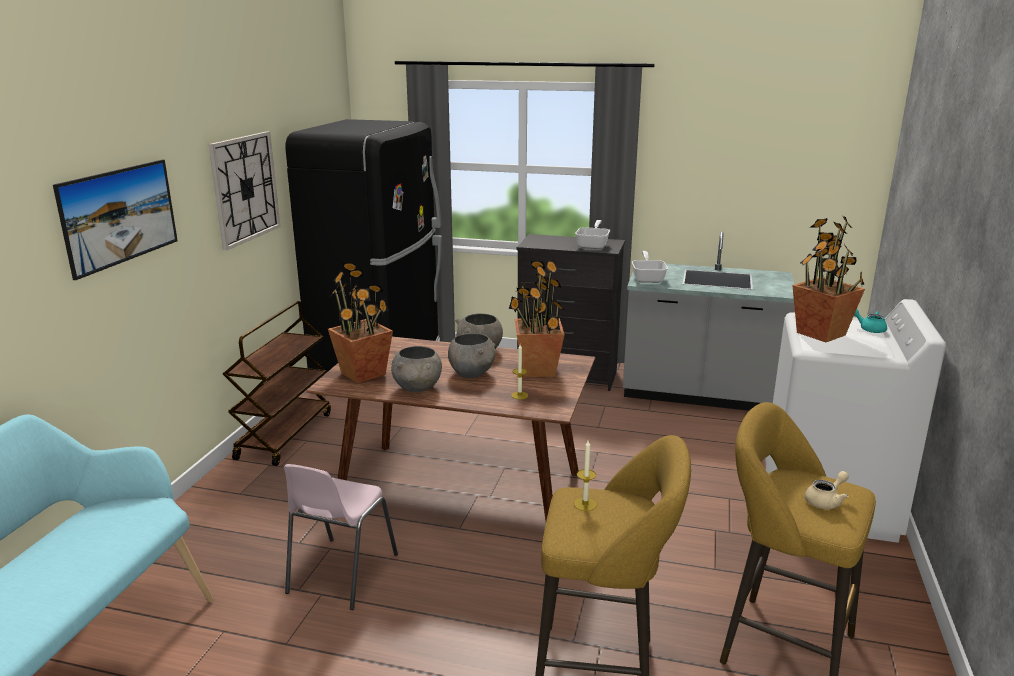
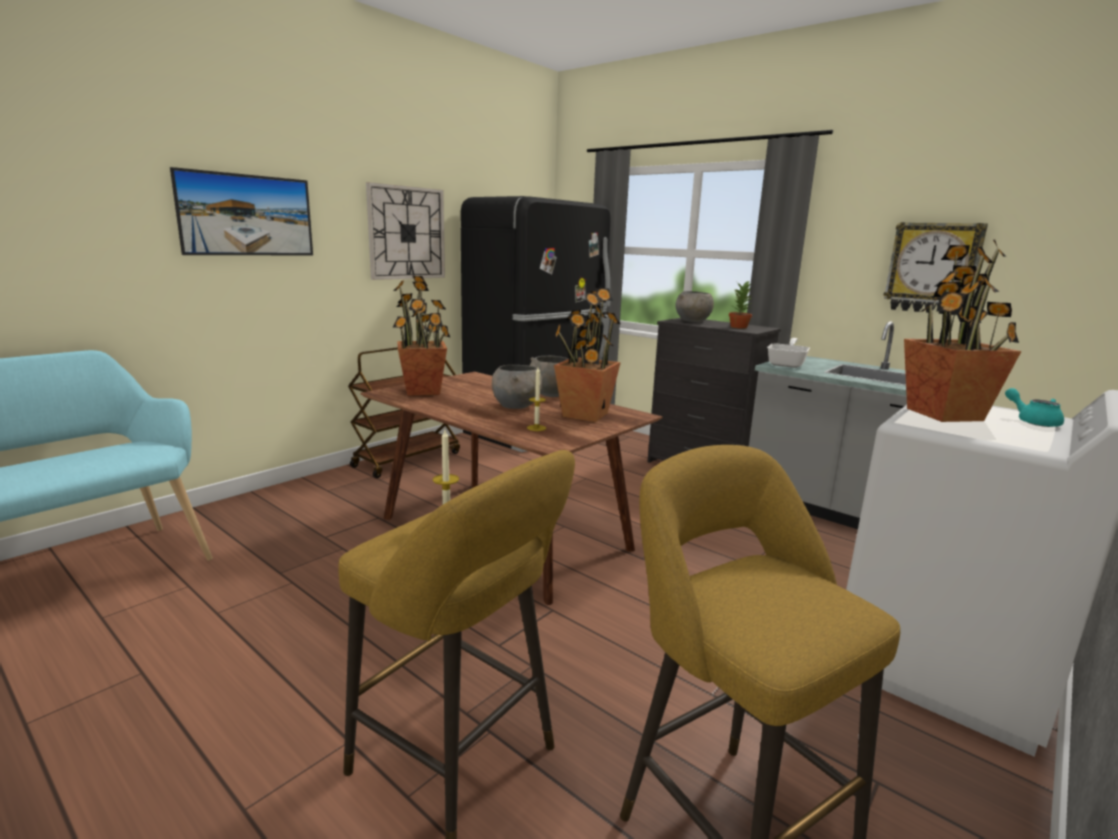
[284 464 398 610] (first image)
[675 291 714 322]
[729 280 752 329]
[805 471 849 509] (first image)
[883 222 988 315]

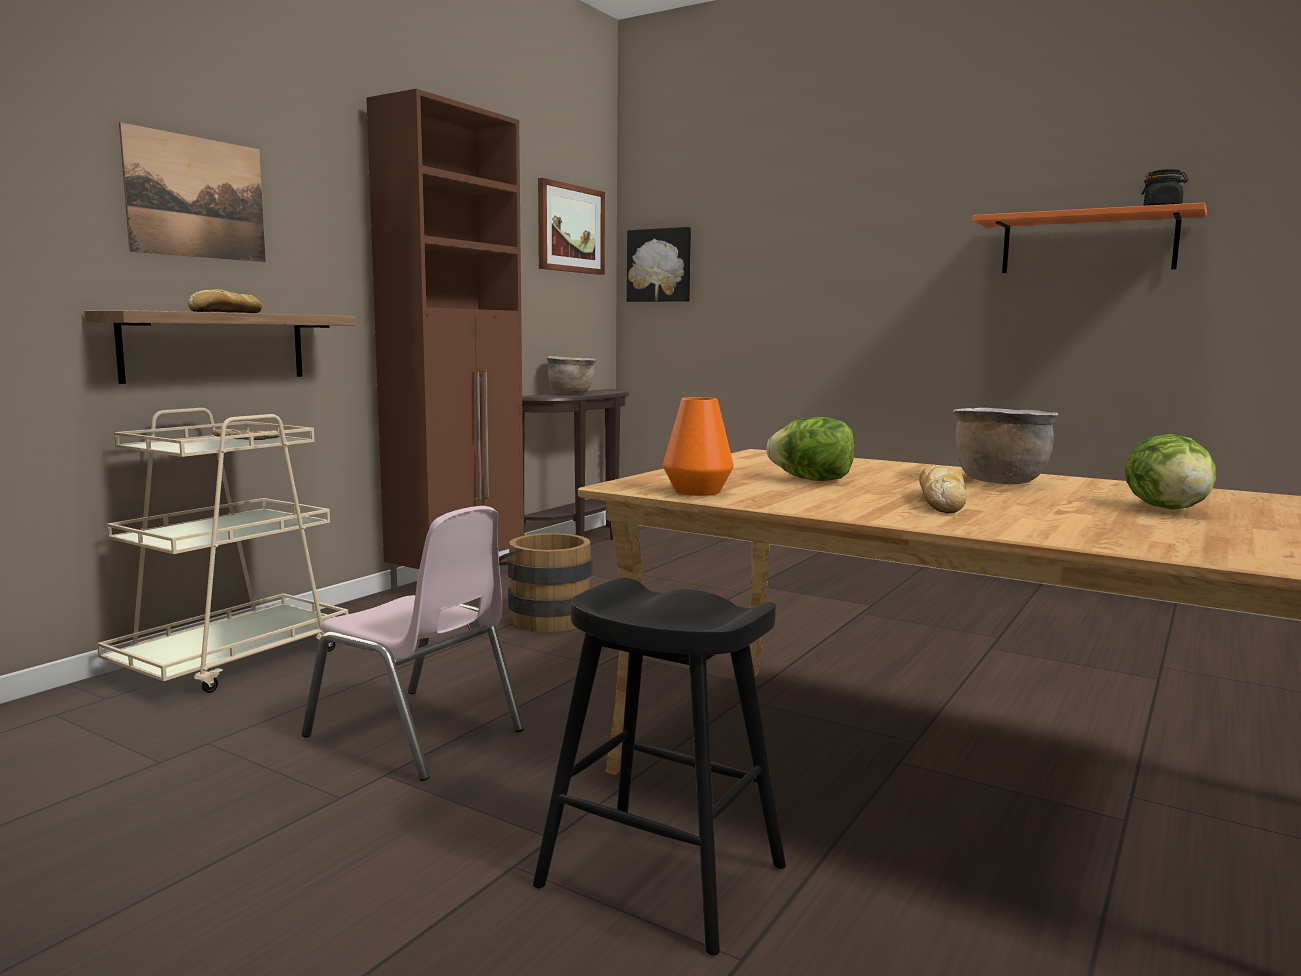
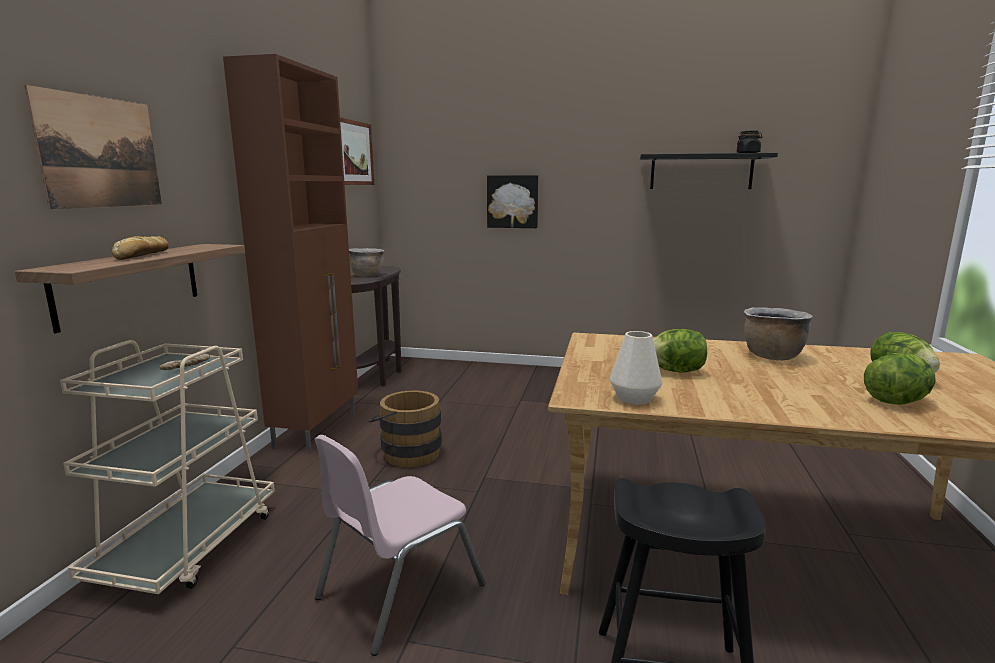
[314 435 486 656]
[487 175 539 228]
[610 331 662 405]
[919 465 966 513] (first image)
[640 153 778 189]
[864 353 935 405]

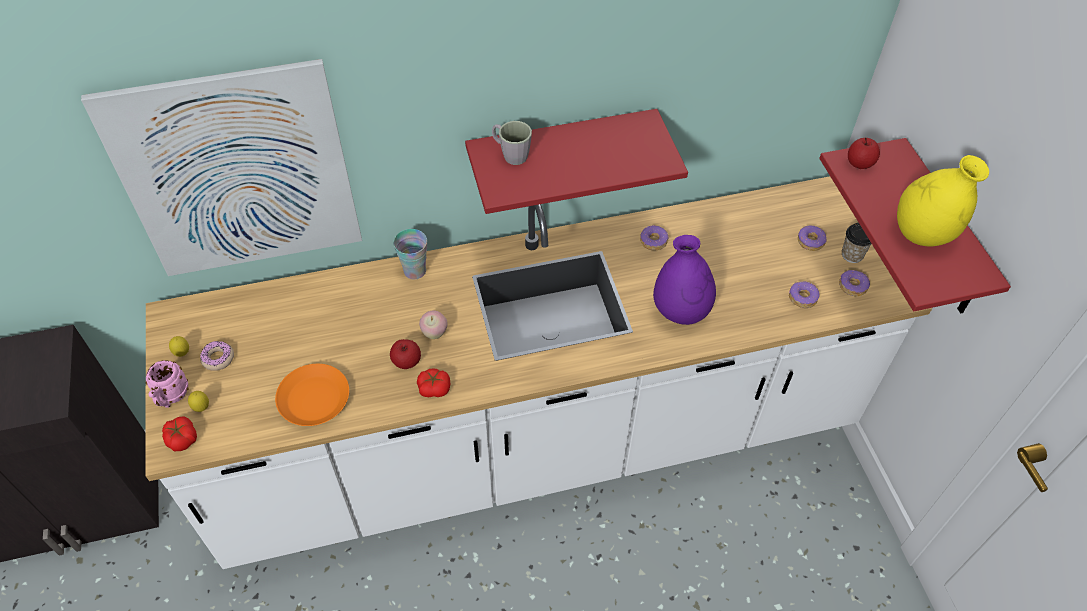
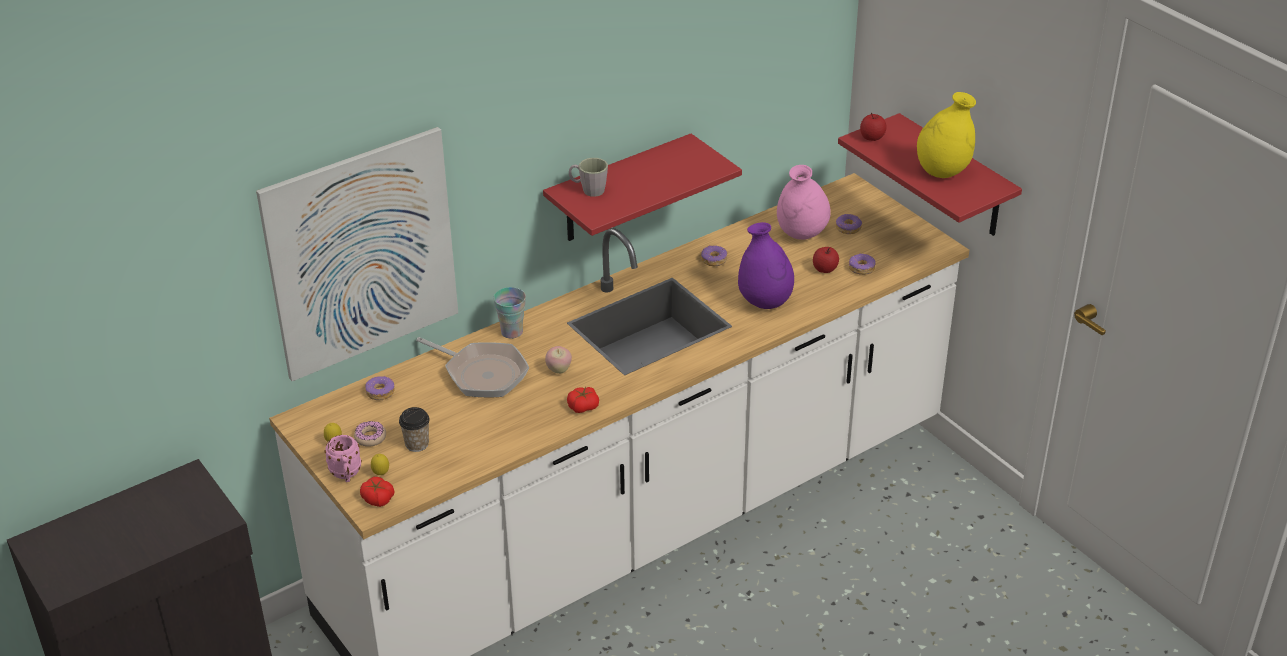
[275 364 349 426] (first image)
[813 247 839 273]
[365 376 394 400]
[399 407 430 452]
[416 337 529 397]
[777 165 831 240]

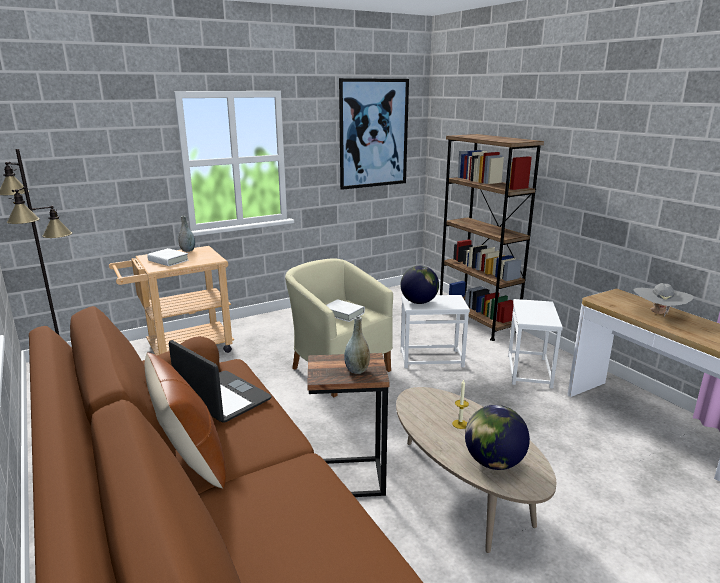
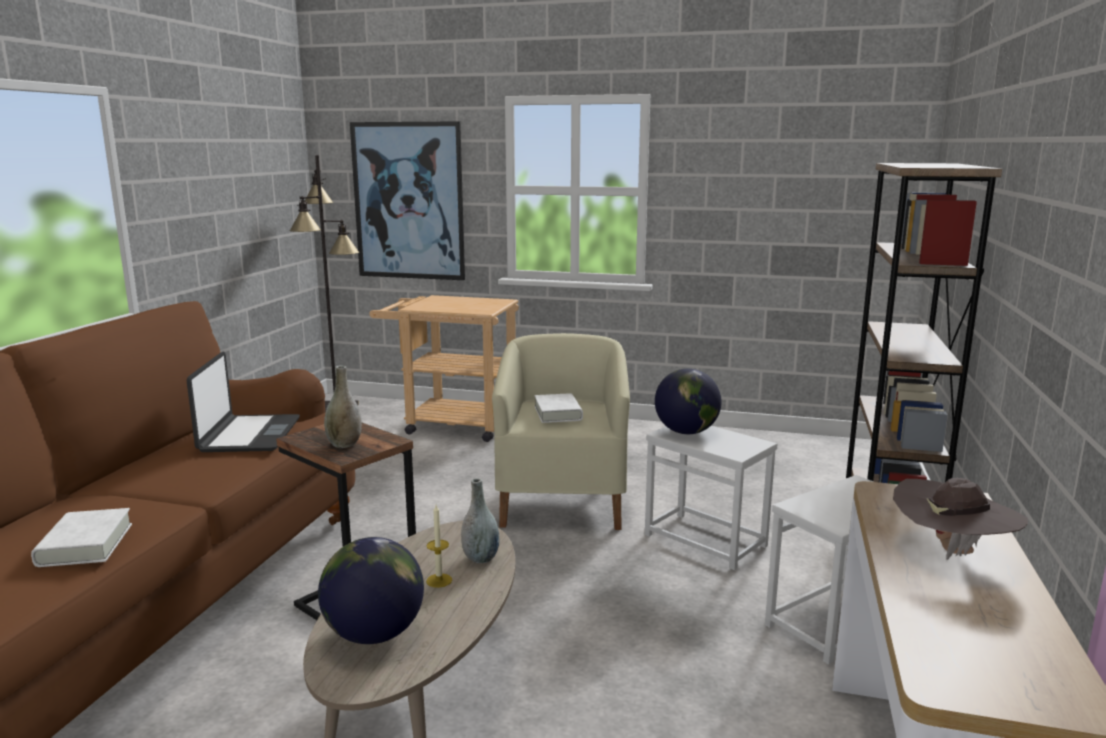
[145 352 226 489] (first image)
[31 508 132 567]
[461 478 500 563]
[350 121 465 280]
[893 478 1028 560]

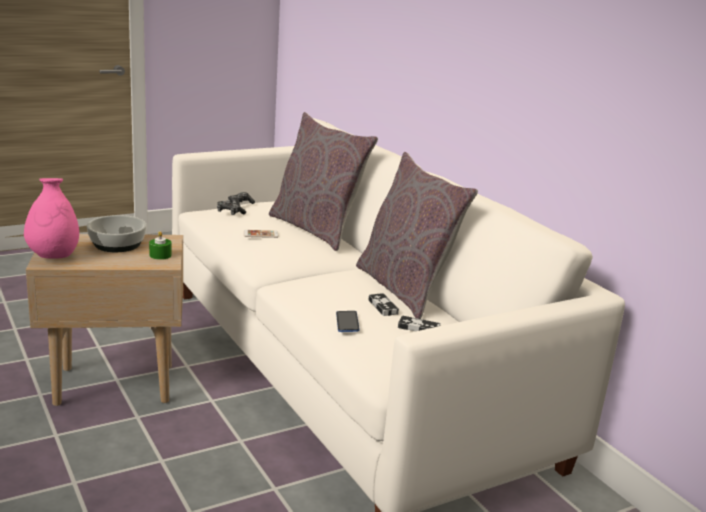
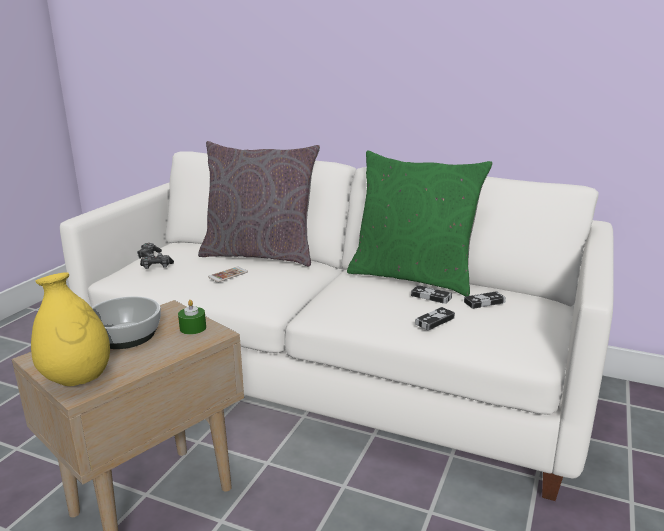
[31 272 110 386]
[415 307 455 330]
[347 150 492 296]

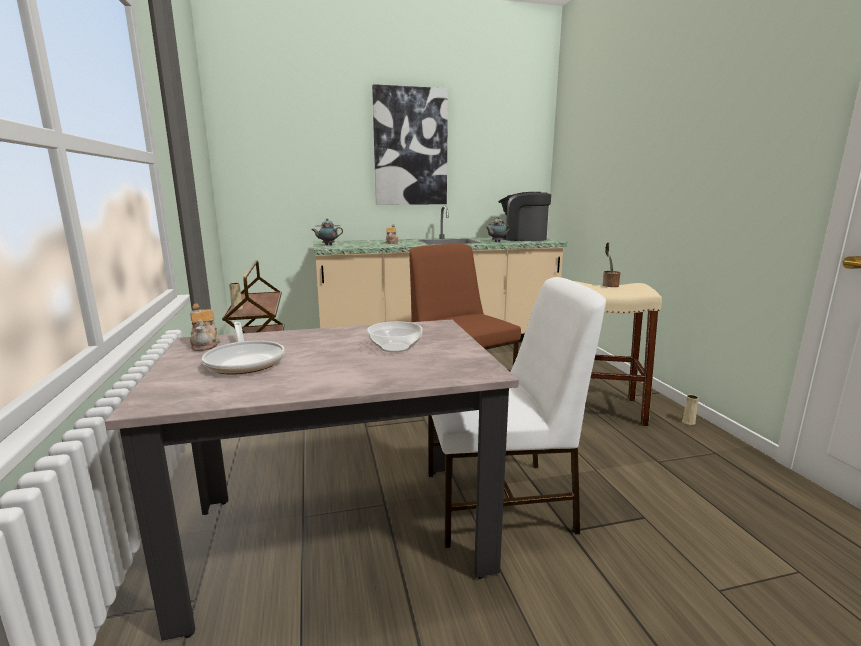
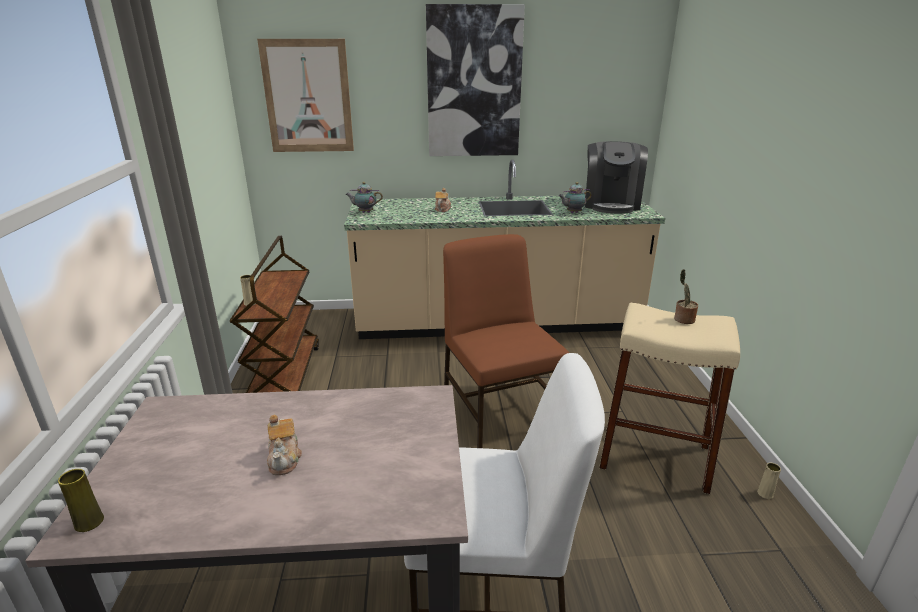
[267 414 302 475]
[202 322 285 375] (first image)
[367 321 423 352] (first image)
[585 141 648 214]
[58 469 104 532]
[257 39 354 152]

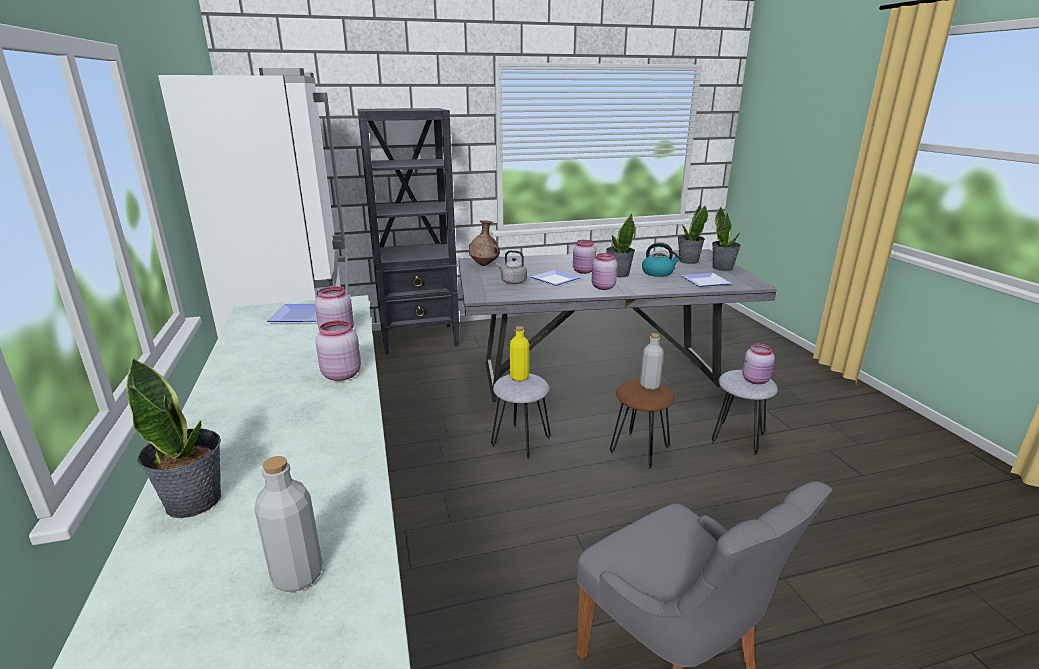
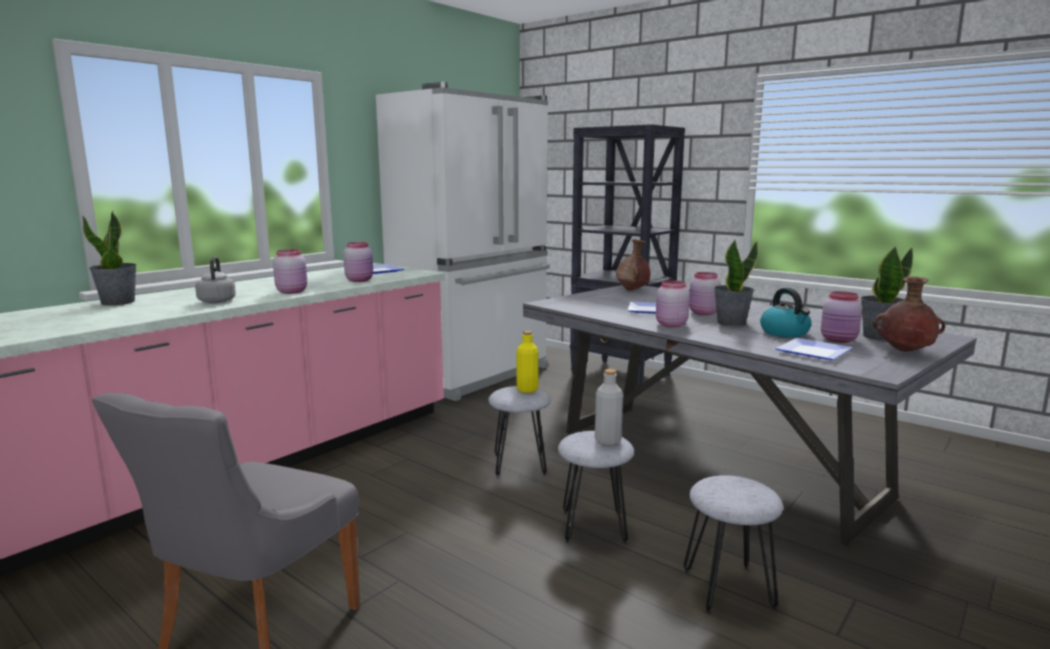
[254 456 322 592] (first image)
[195 257 236 303]
[558 431 634 544]
[873 276 945 352]
[821 291 862 343]

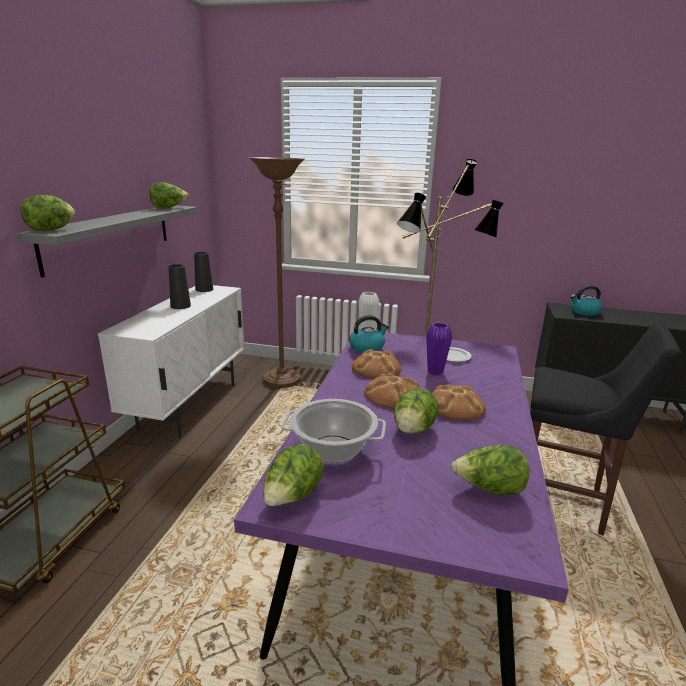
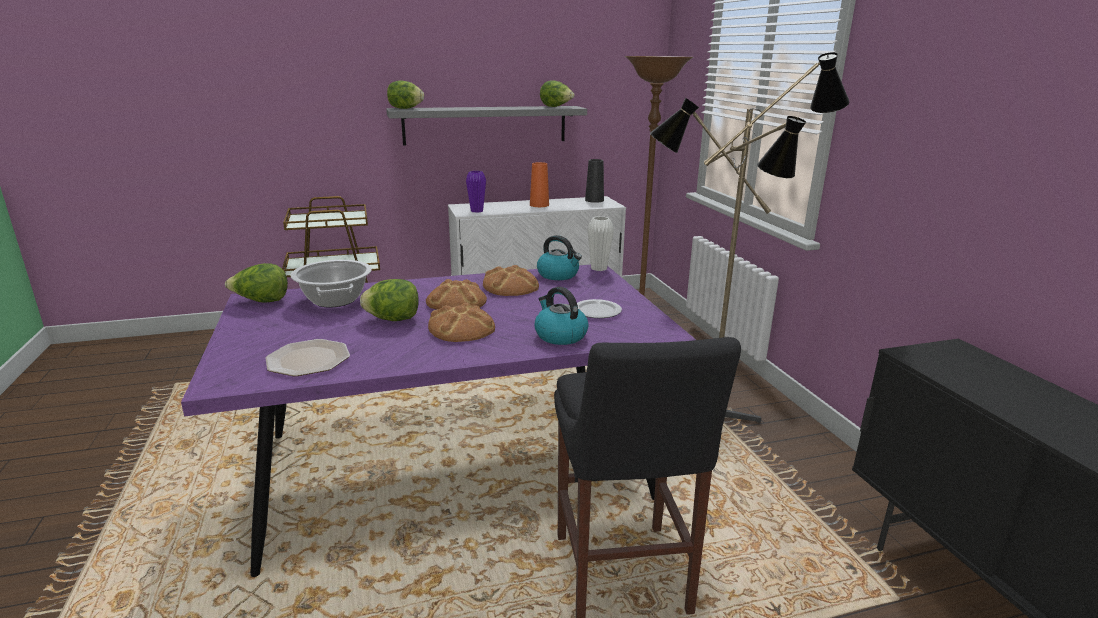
[530 162 549 207]
[466 171 486 213]
[266 339 350 376]
[535 287 588 345]

